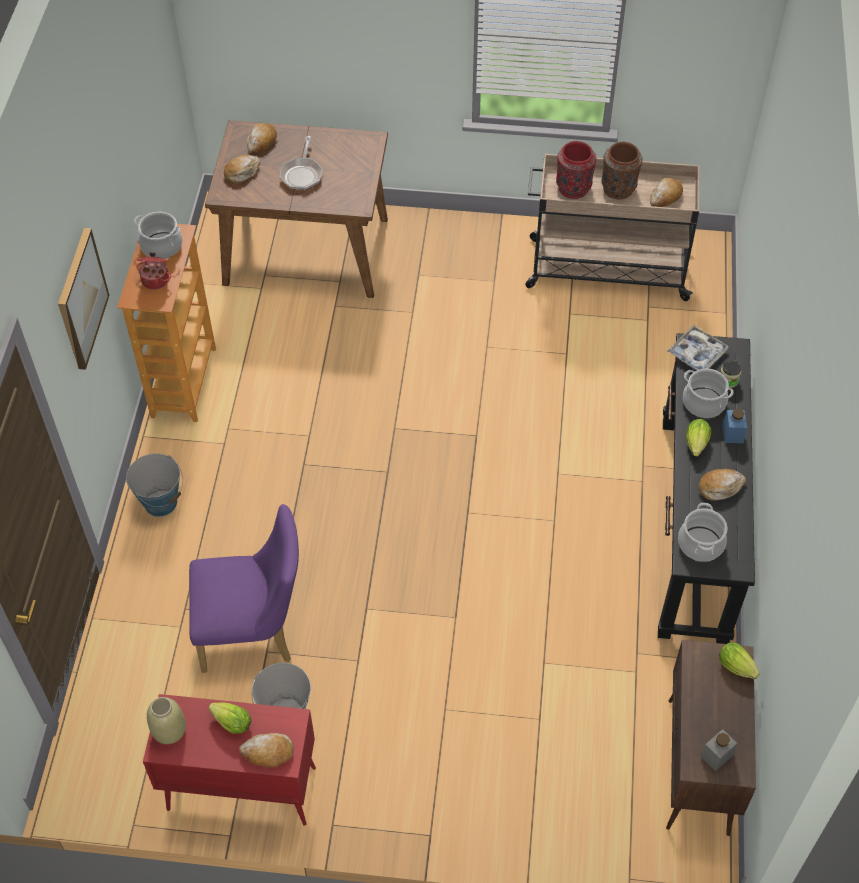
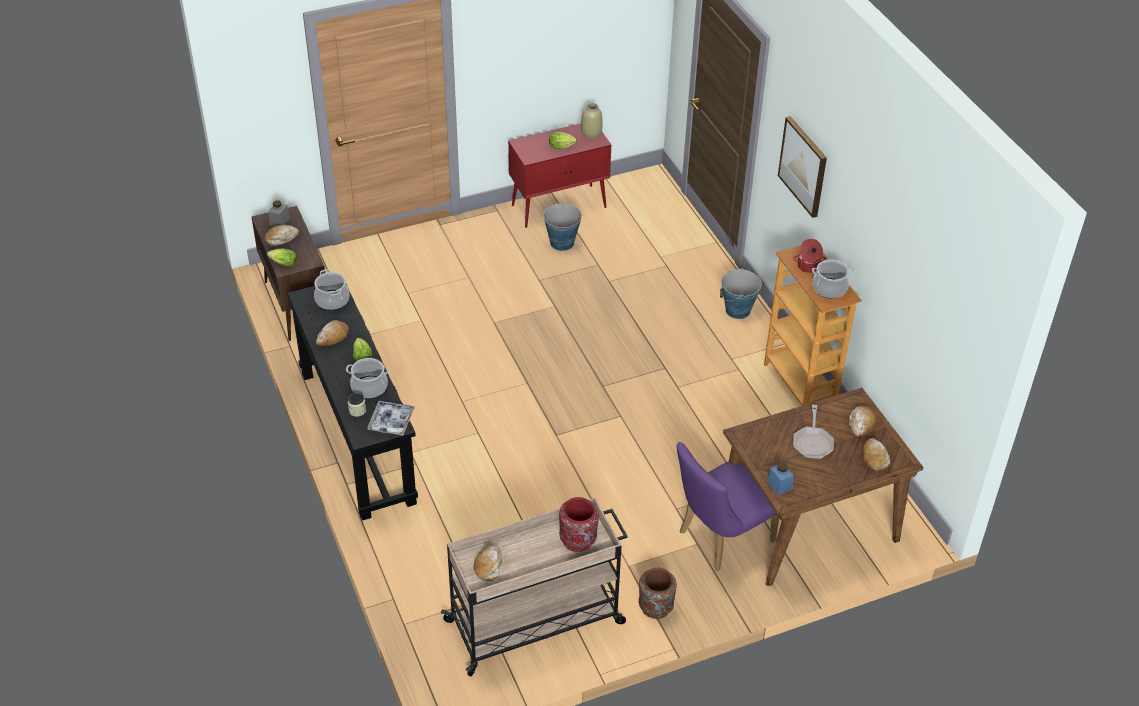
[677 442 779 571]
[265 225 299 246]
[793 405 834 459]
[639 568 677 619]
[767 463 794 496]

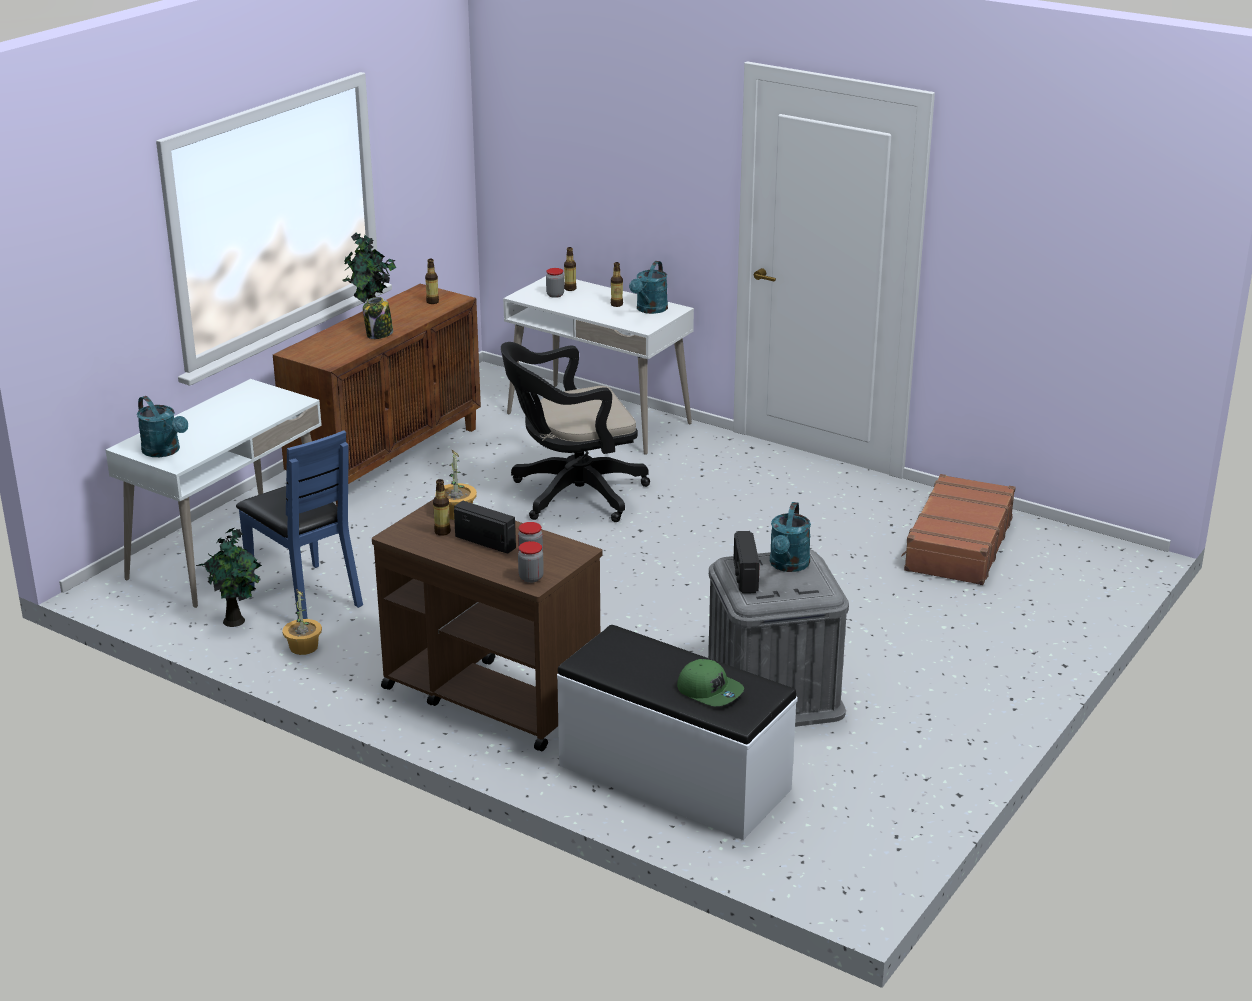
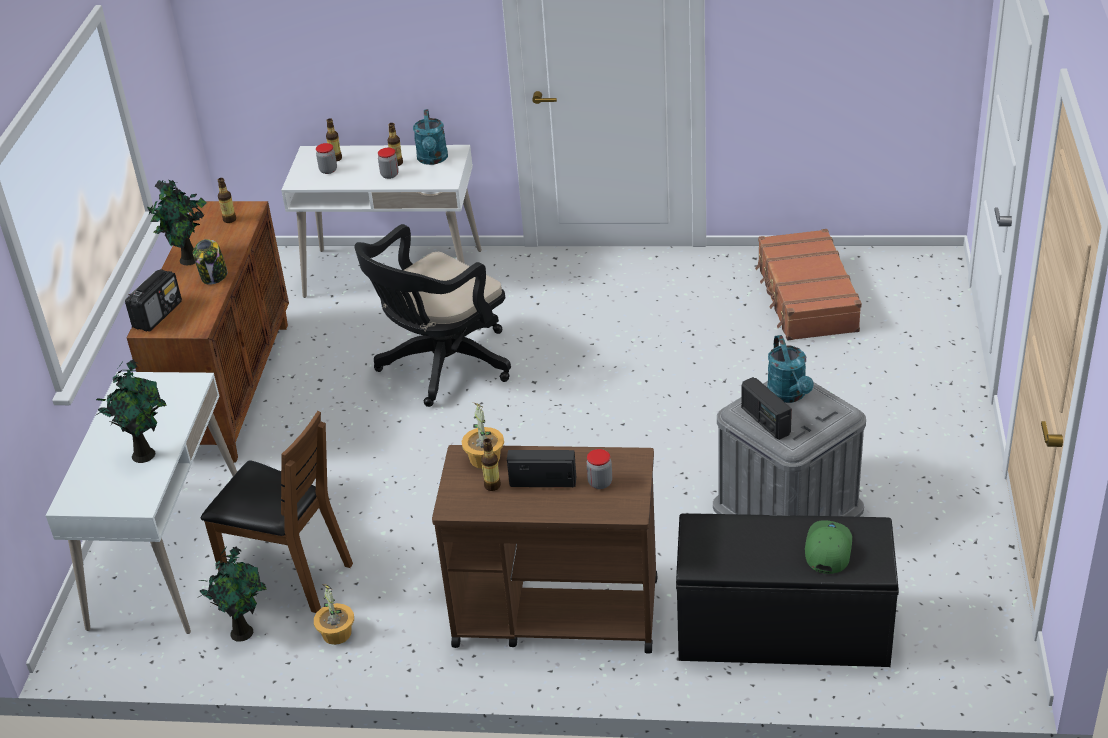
[137 396 188 457] (first image)
[201 411 353 613]
[378 148 399 179]
[676 513 899 667]
[805 520 852 574]
[95 359 167 463]
[125 269 182 332]

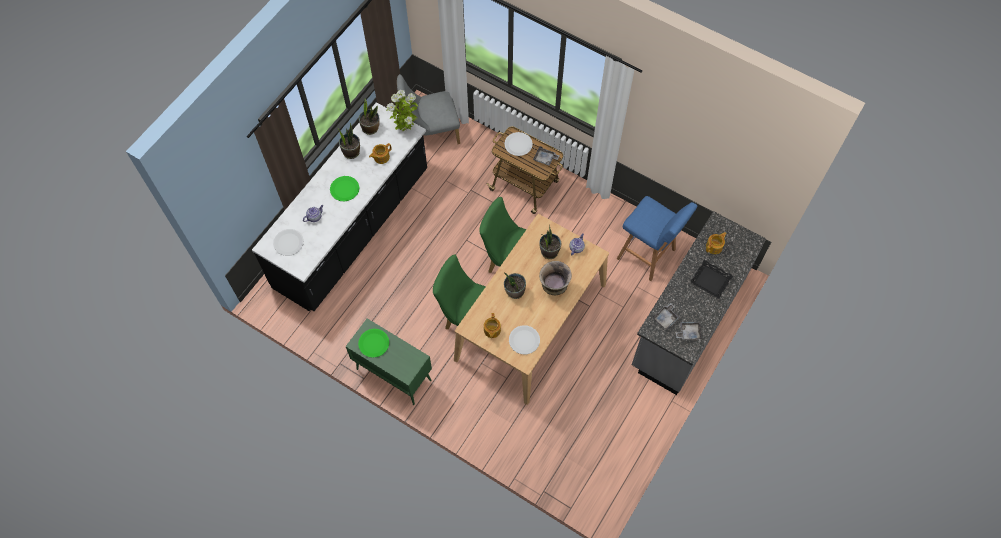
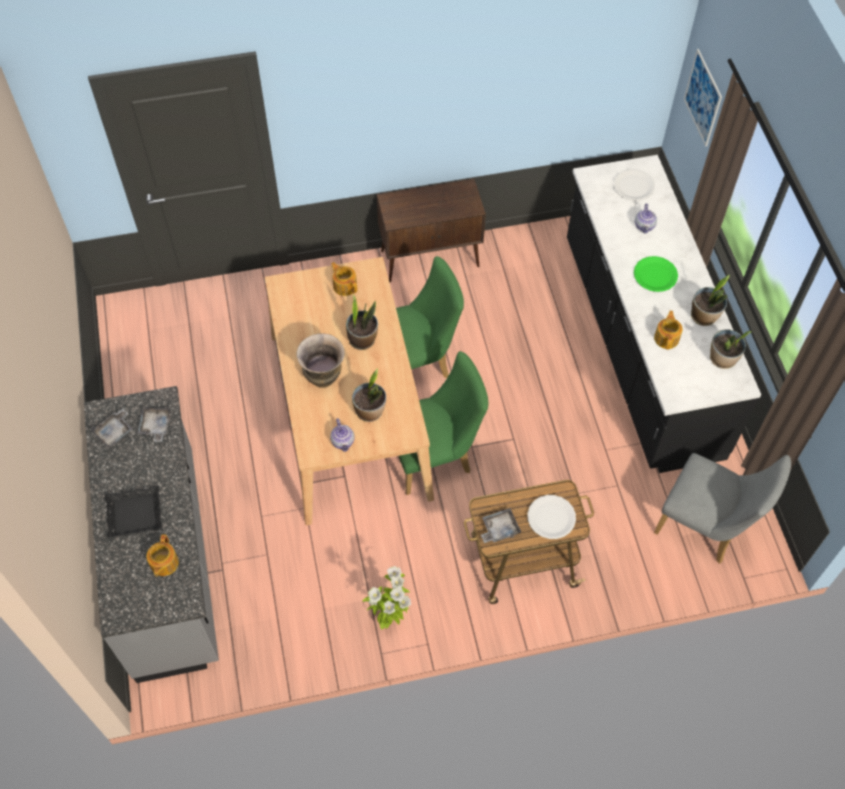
[377 179 486 282]
[358 329 389 358] (first image)
[363 566 411 629]
[654 453 791 564]
[509 325 540 354] (first image)
[617 196 697 281] (first image)
[684 49 722 146]

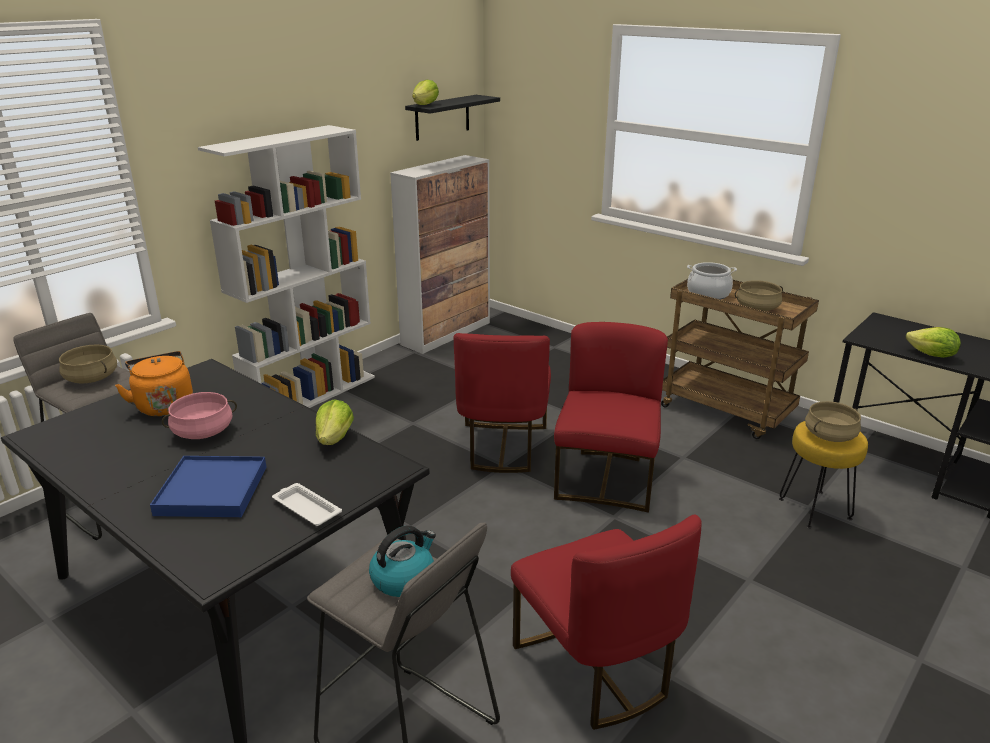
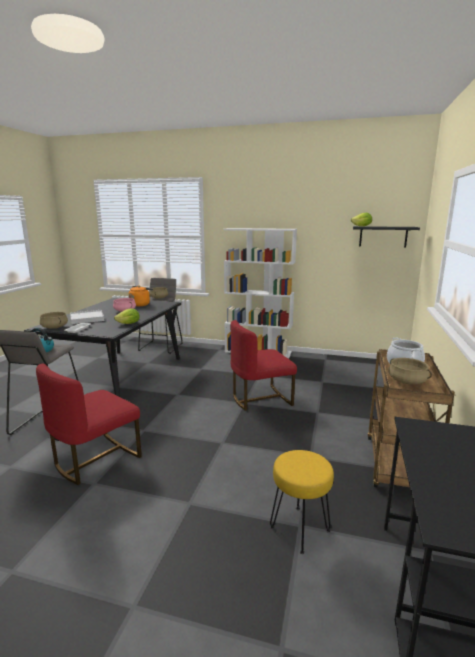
[70 310 104 324]
[390 155 490 354] (first image)
[554 322 668 513] (first image)
[40 312 68 329]
[906 327 961 358] (first image)

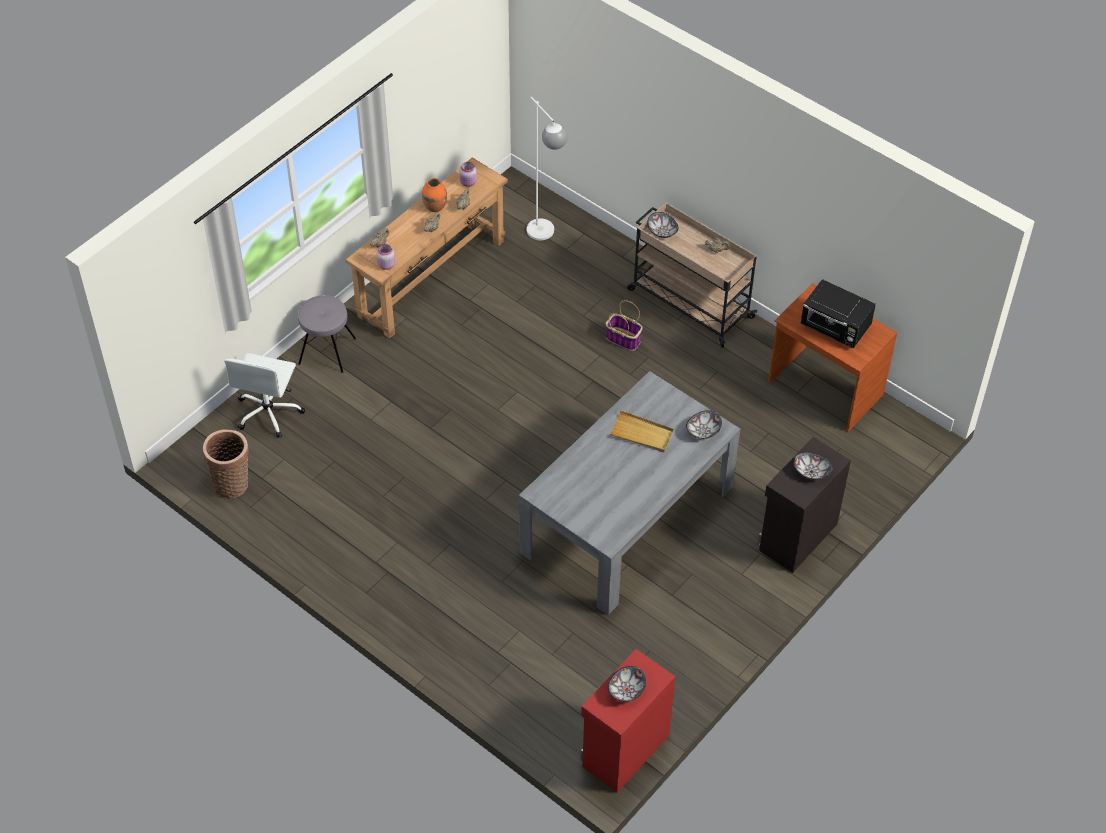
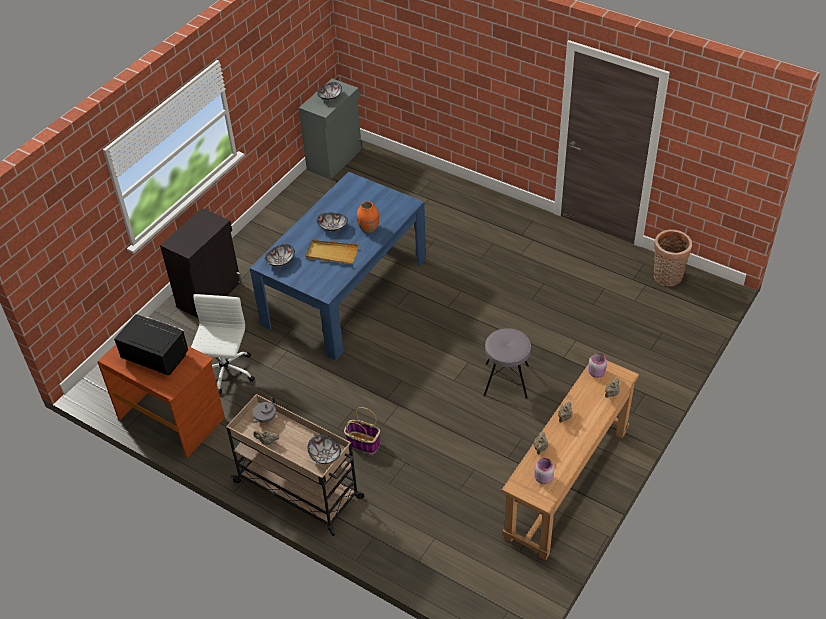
[191 294 255 394]
[484 328 531 399]
[357 201 379 233]
[250 171 426 361]
[527 97 568 240] (first image)
[299 78 363 179]
[317 212 348 232]
[252 397 276 423]

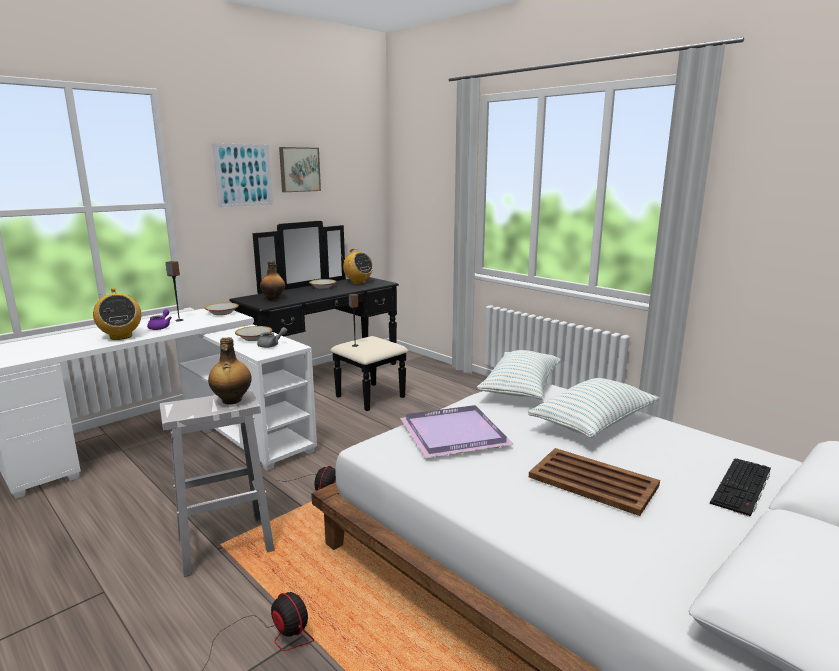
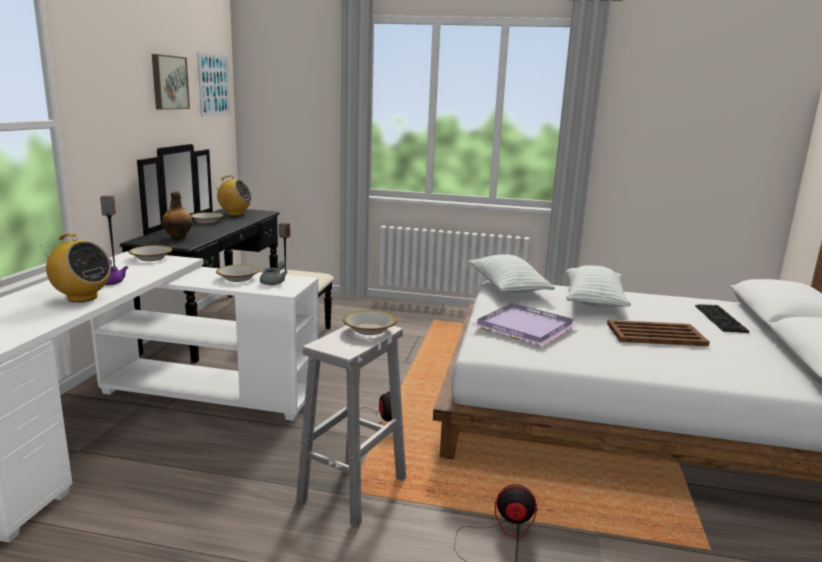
[343 310 397 335]
[197 52 230 116]

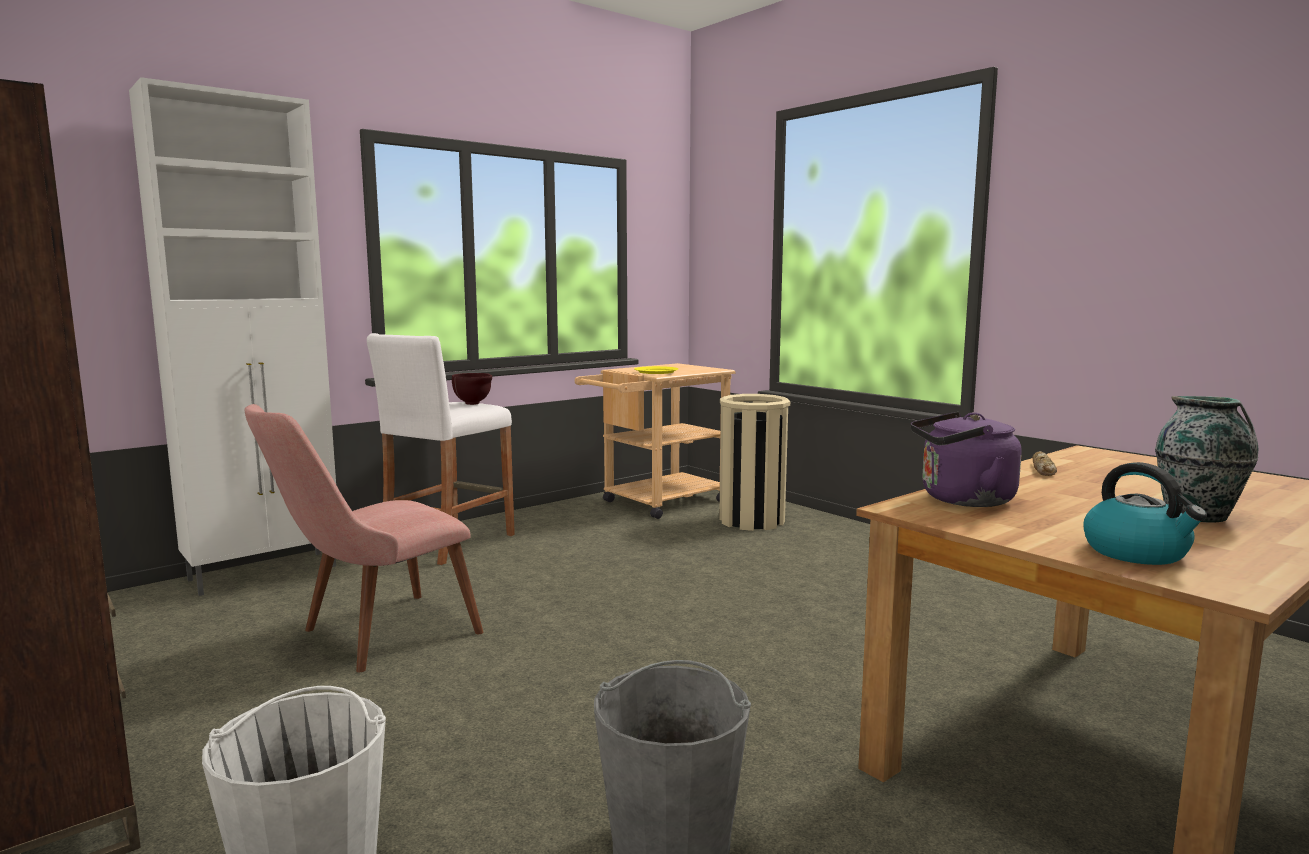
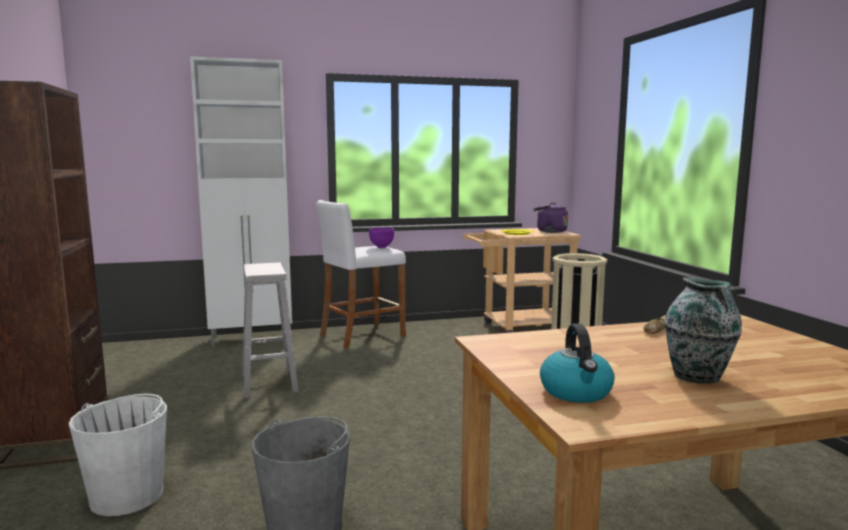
[242 262 299 398]
[369 227 394 248]
[534 202 568 233]

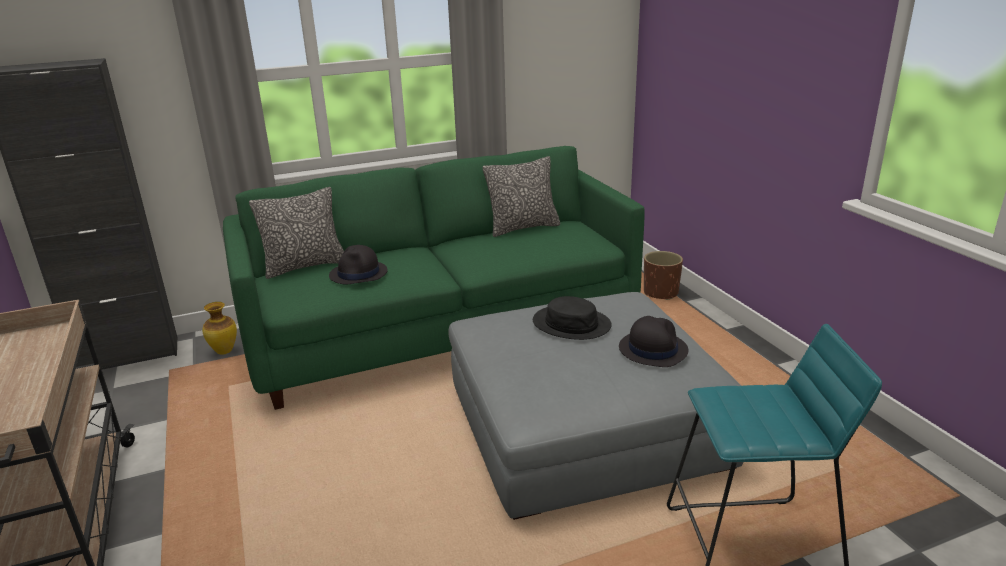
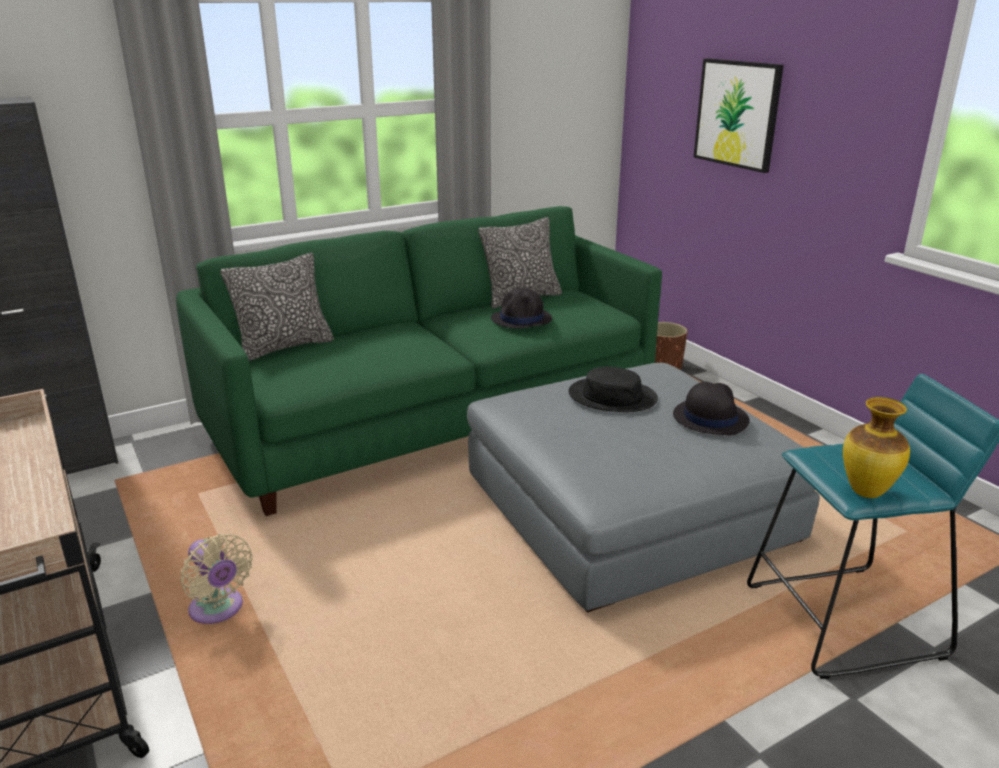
[843 397 910 498]
[491 288 552 329]
[180 534 253 624]
[694 58 784 173]

